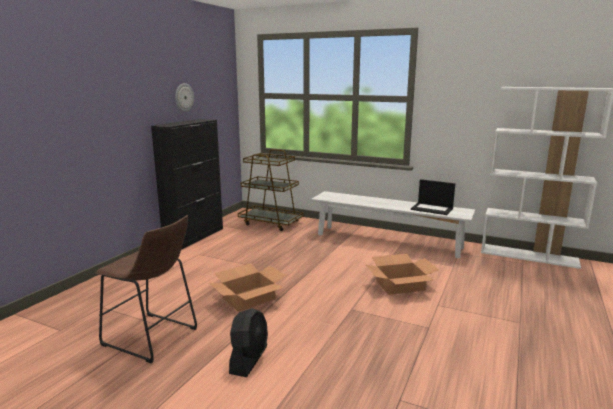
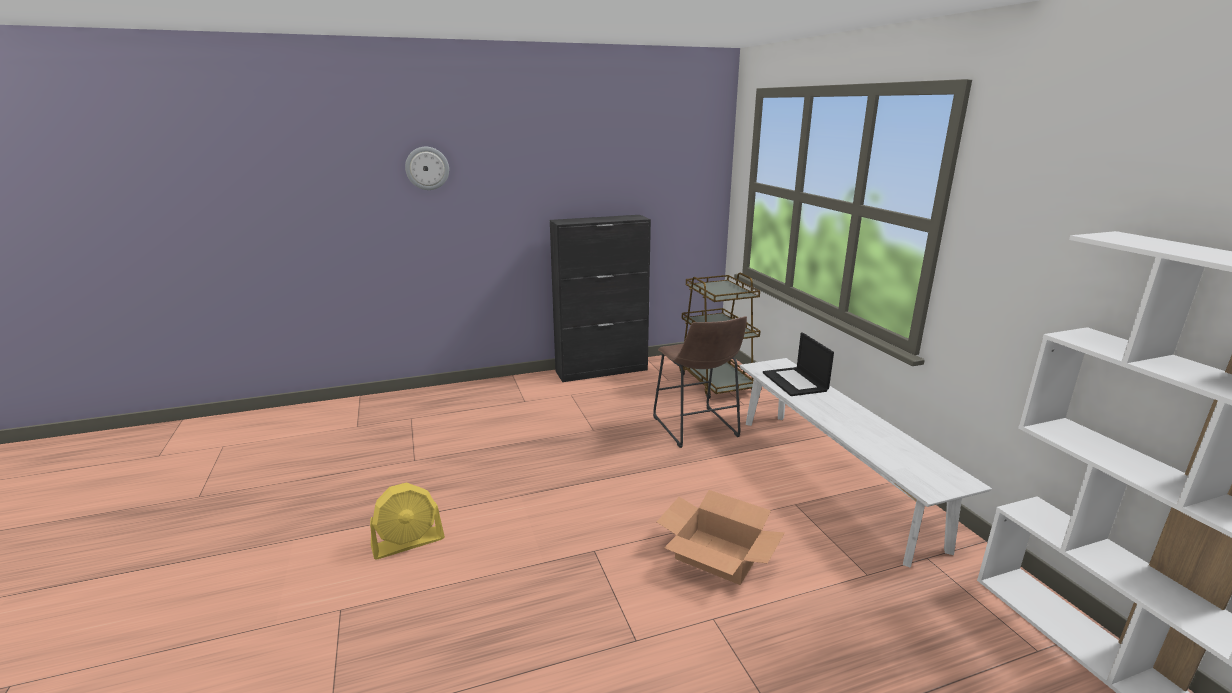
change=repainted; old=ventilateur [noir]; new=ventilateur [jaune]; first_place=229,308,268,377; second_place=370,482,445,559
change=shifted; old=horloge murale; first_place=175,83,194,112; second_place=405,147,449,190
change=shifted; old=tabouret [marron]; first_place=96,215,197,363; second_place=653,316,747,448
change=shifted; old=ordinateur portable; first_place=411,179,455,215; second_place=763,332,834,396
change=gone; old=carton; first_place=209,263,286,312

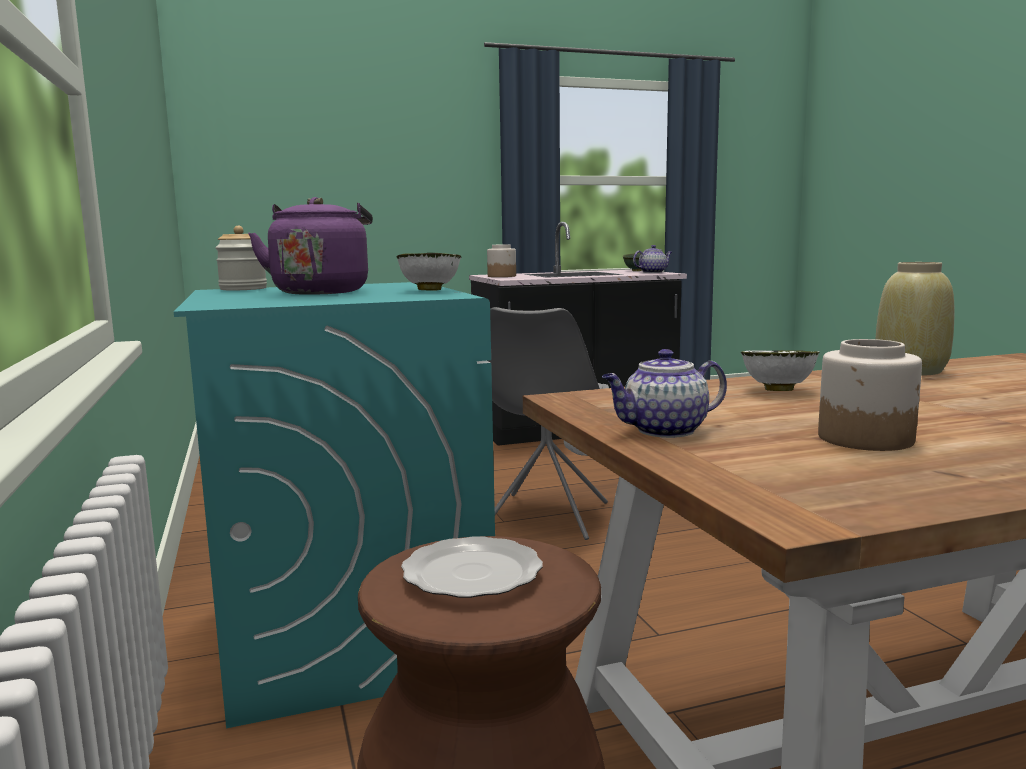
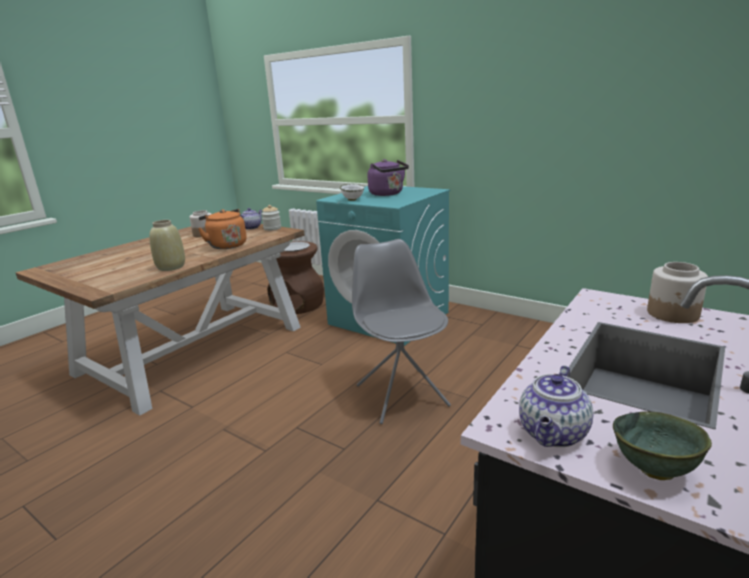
change=swapped; old=bol [blanc]; new=bouilloire [orange]; first_place=741,350,820,391; second_place=198,209,247,249
change=shifted; old=bocal; first_place=215,226,267,290; second_place=261,205,281,231

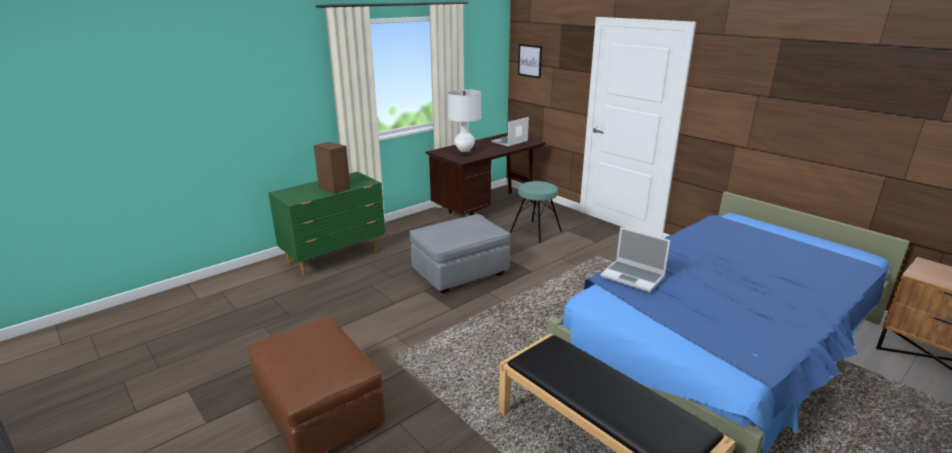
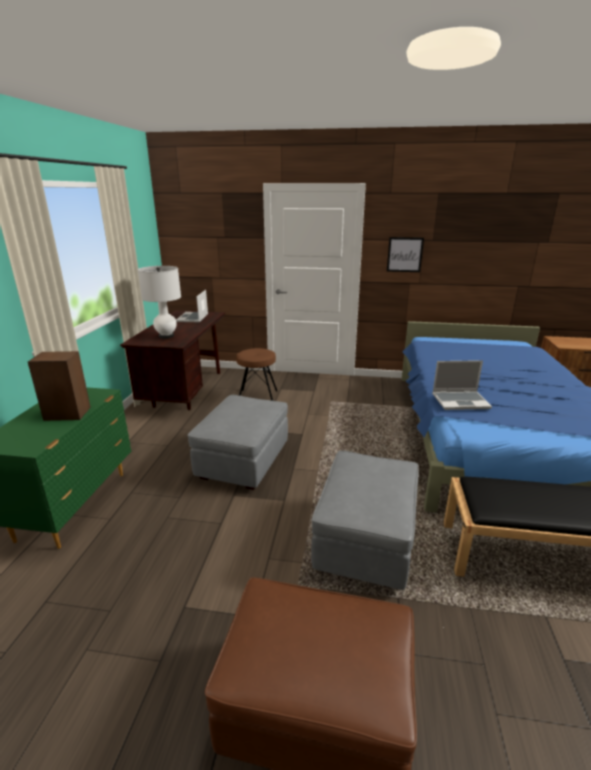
change=repainted; old=tabouret [turquoise]; new=tabouret [marron]; first_place=510,181,562,243; second_place=236,348,277,401
change=new; new=pouf [gris]; second_place=311,450,419,590
change=shifted; old=tableau; first_place=518,44,542,79; second_place=387,237,424,272

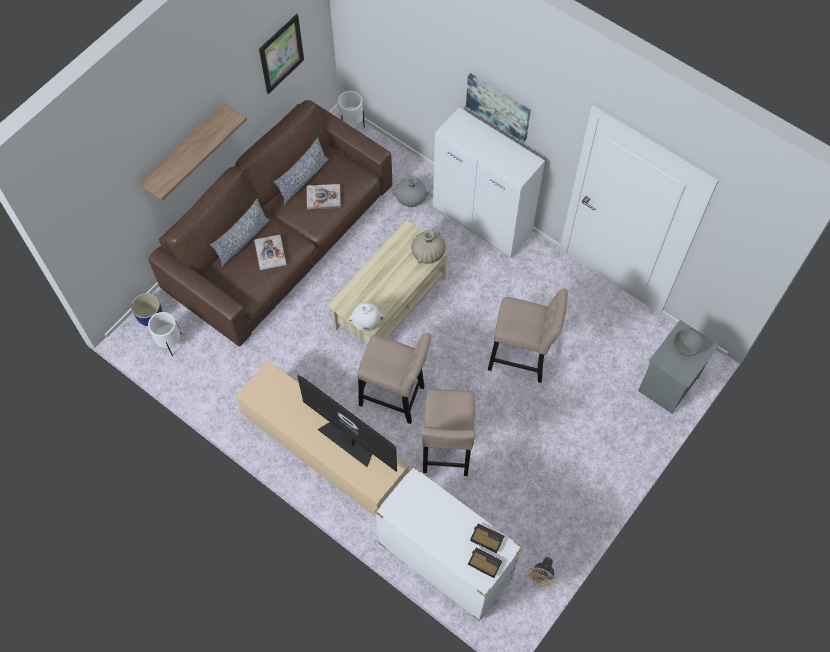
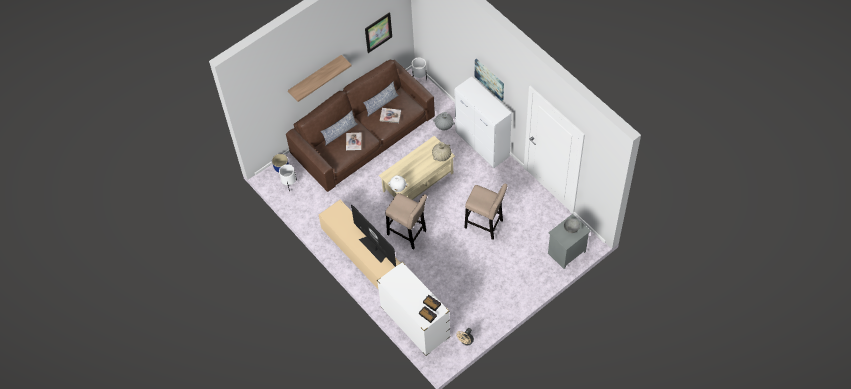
change=gone; old=tabouret [beige]; first_place=421,389,476,476

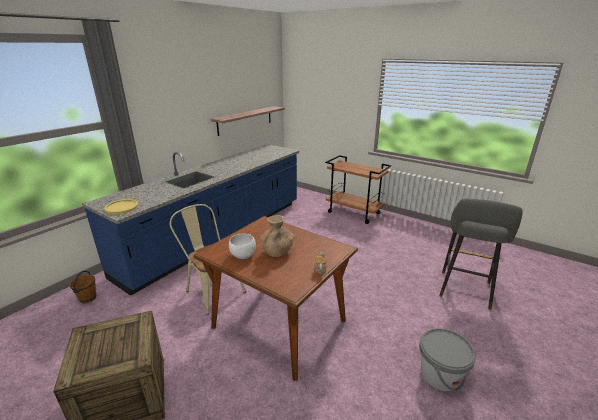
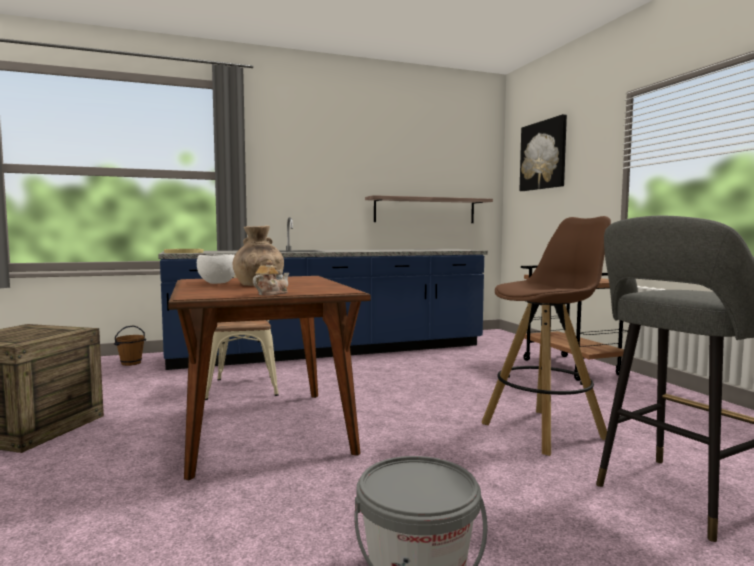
change=new; new=tabouret [marron]; second_place=482,216,611,456
change=new; new=tableau; second_place=519,114,567,191

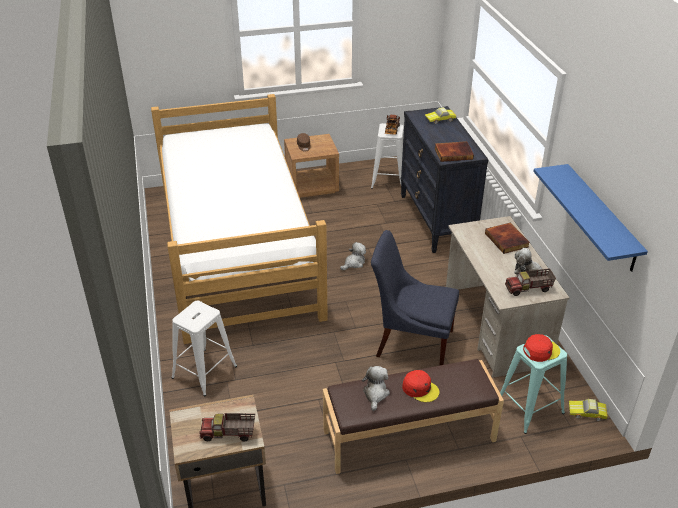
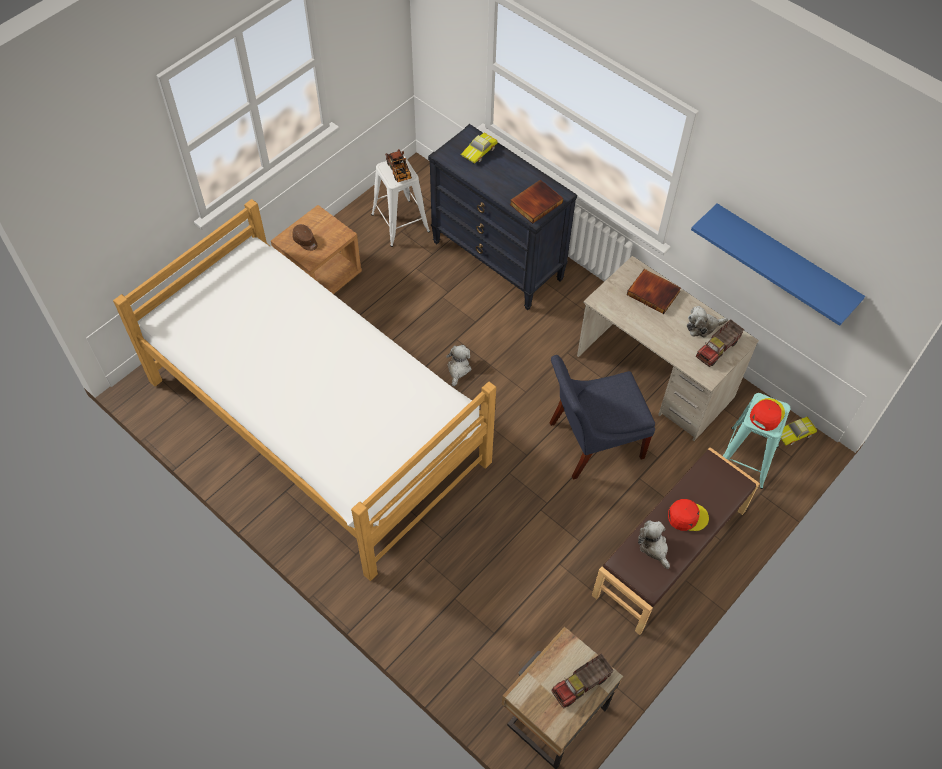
change=gone; old=tabouret [blanc]; first_place=171,301,237,396

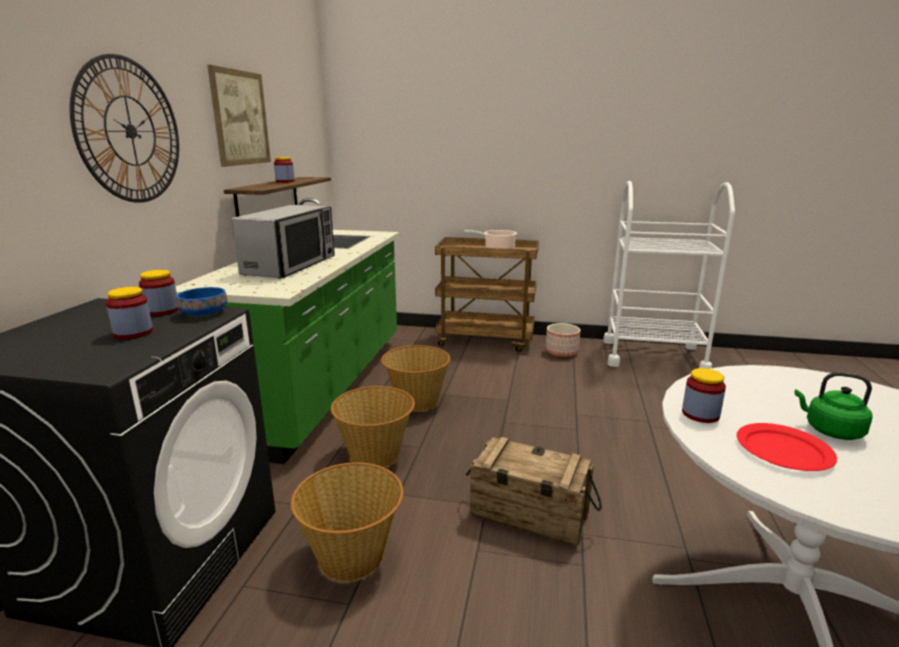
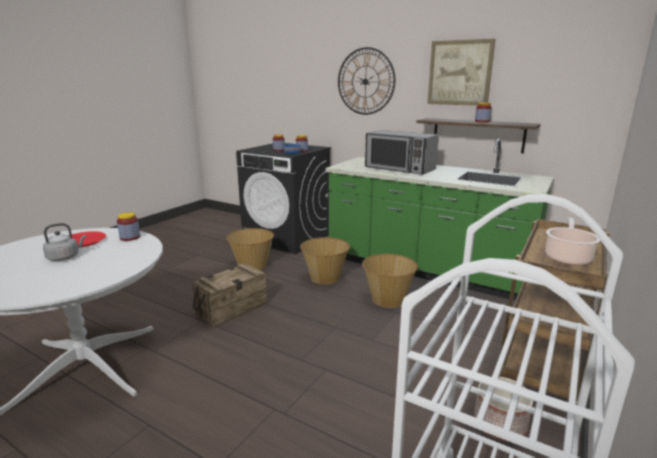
change=repainted; old=bouilloire [vert]; new=bouilloire [gris]; first_place=795,372,872,440; second_place=43,223,86,261

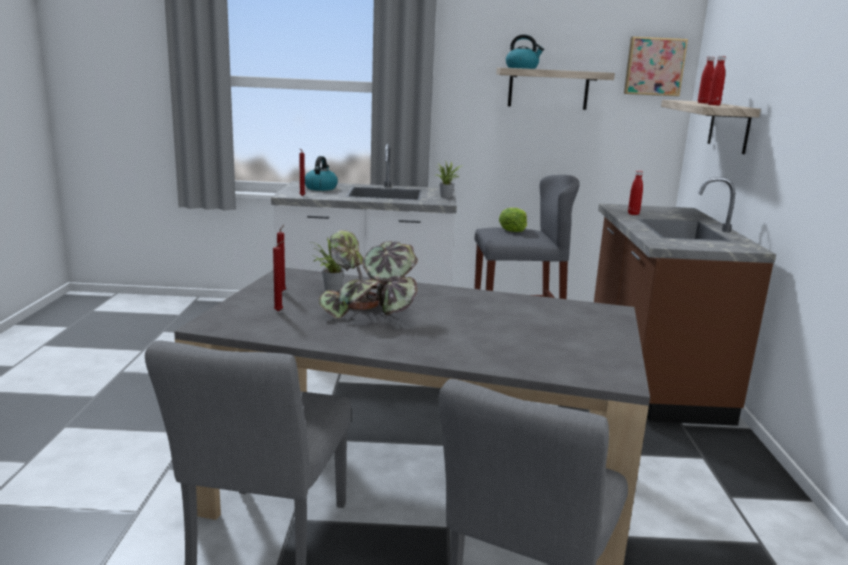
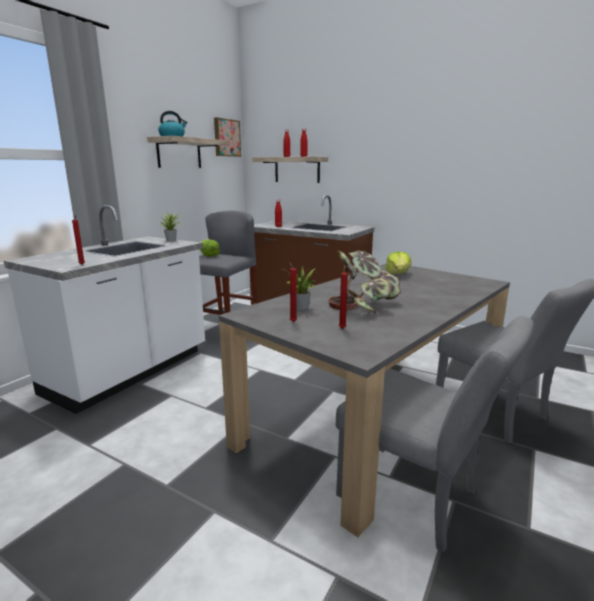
change=new; new=laitue; second_place=385,251,411,274
change=gone; old=bouilloire; first_place=305,156,338,191

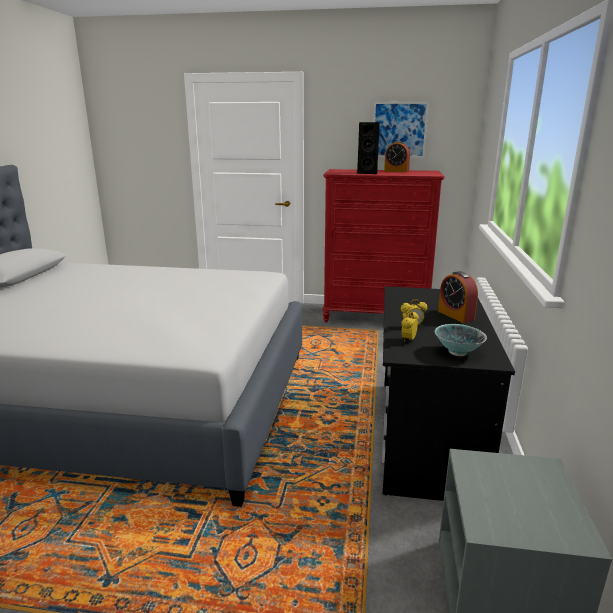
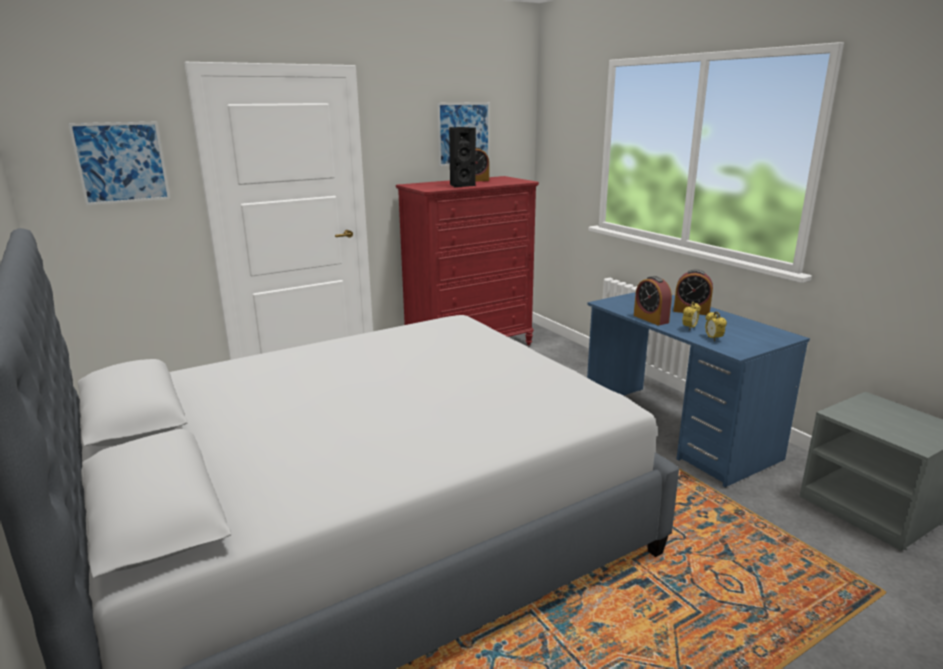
change=new; new=tableau; second_place=68,122,171,206
change=repainted; old=bureau [noir]; new=bureau [bleu]; first_place=382,286,515,501; second_place=587,292,810,487
change=new; new=réveil; second_place=634,276,672,326
change=gone; old=bol; first_place=435,324,487,356

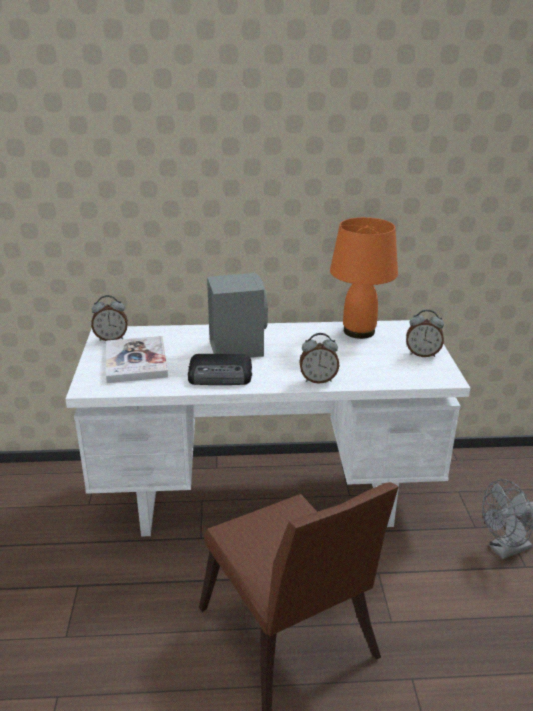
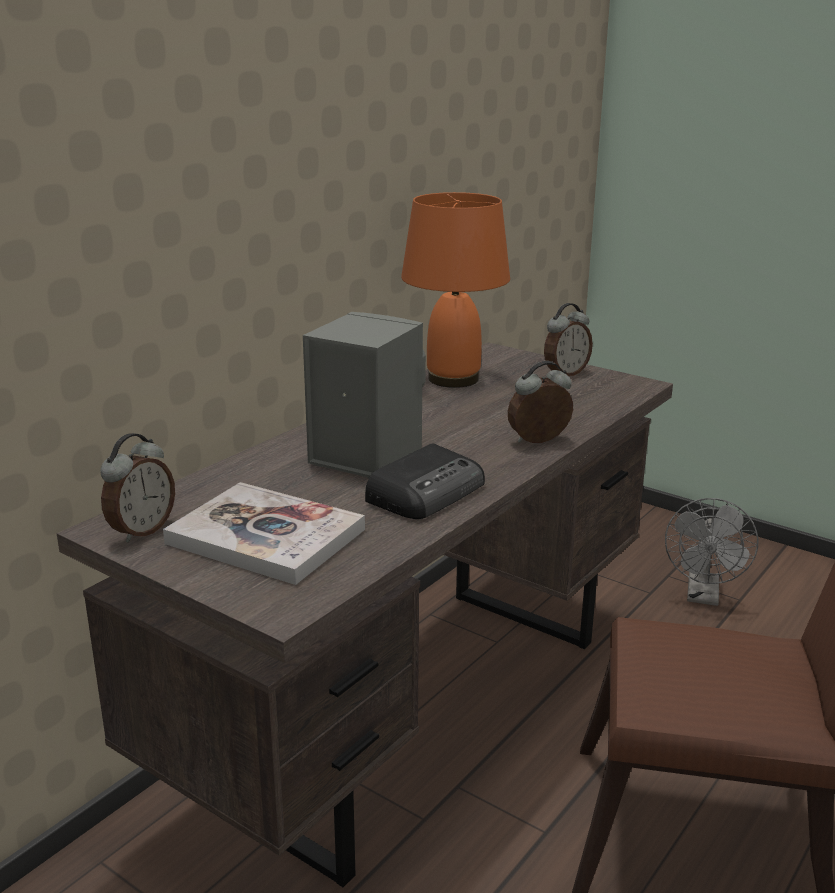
change=repainted; old=bureau [blanc]; new=bureau [marron]; first_place=66,320,470,537; second_place=57,342,673,887
change=rotated; old=réveil; first_place=299,333,339,384; second_place=508,361,573,443; degrees=-150

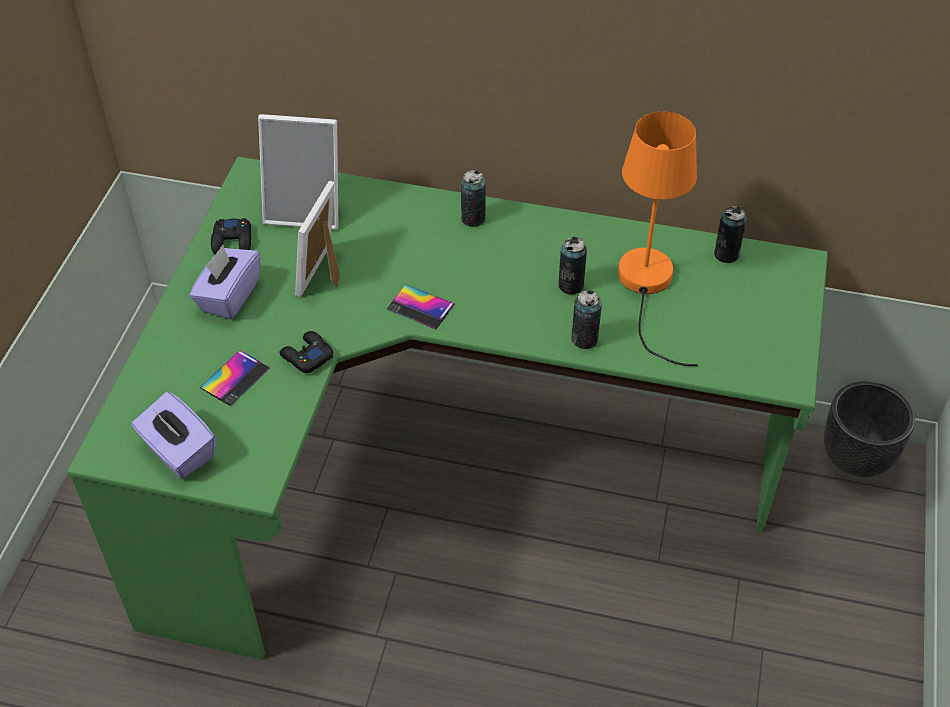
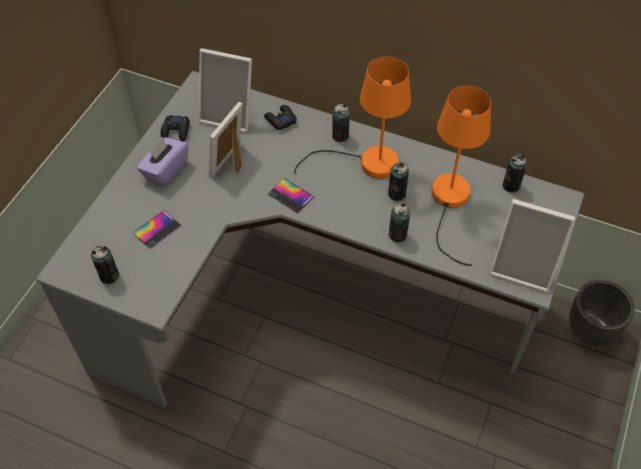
change=repainted; old=bureau [vert]; new=bureau [gris]; first_place=67,157,828,660; second_place=36,71,585,408
change=swapped; old=boîte à mouchoirs [violet]; new=boîte métallique; first_place=132,392,216,479; second_place=91,245,119,284
change=shifted; old=manette [noir]; first_place=279,331,333,373; second_place=264,105,297,130
change=new; new=lampe de table [orange]; second_place=294,57,411,179
change=new; new=cadre photo; second_place=490,199,575,292

